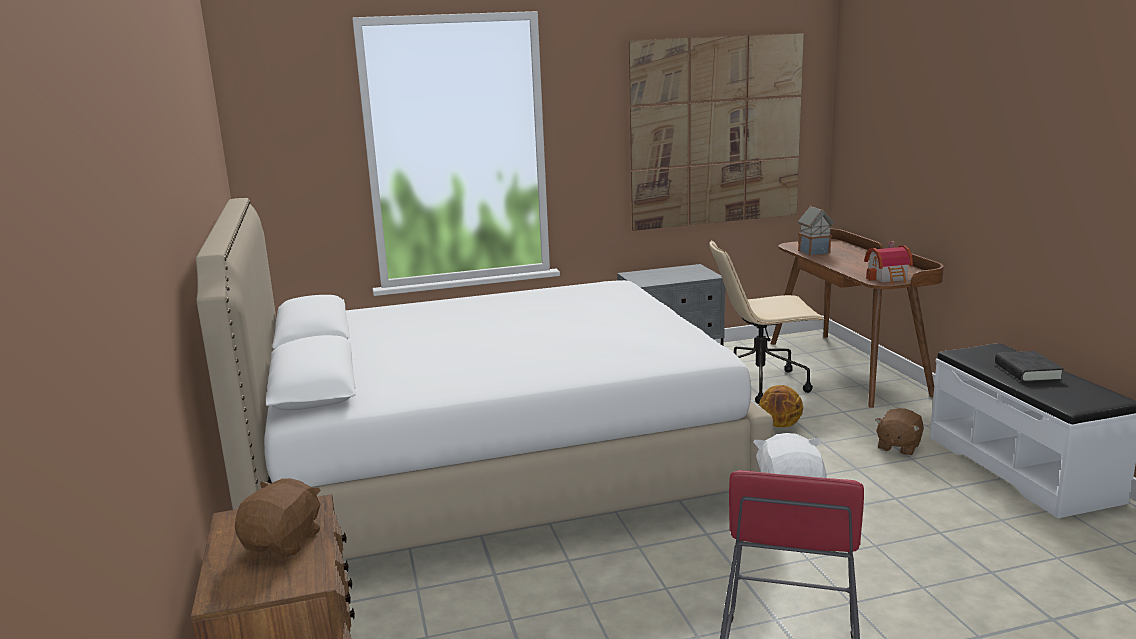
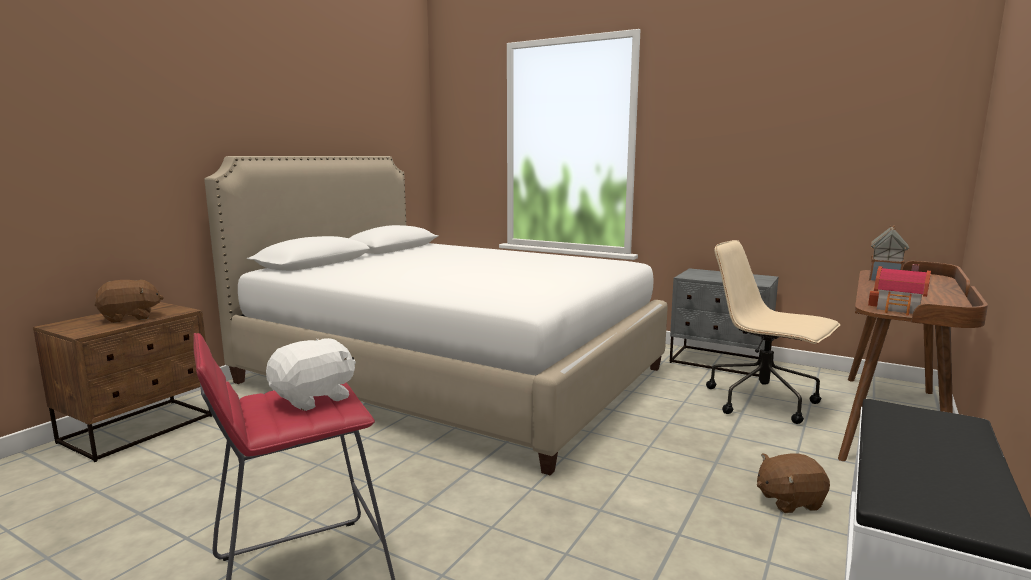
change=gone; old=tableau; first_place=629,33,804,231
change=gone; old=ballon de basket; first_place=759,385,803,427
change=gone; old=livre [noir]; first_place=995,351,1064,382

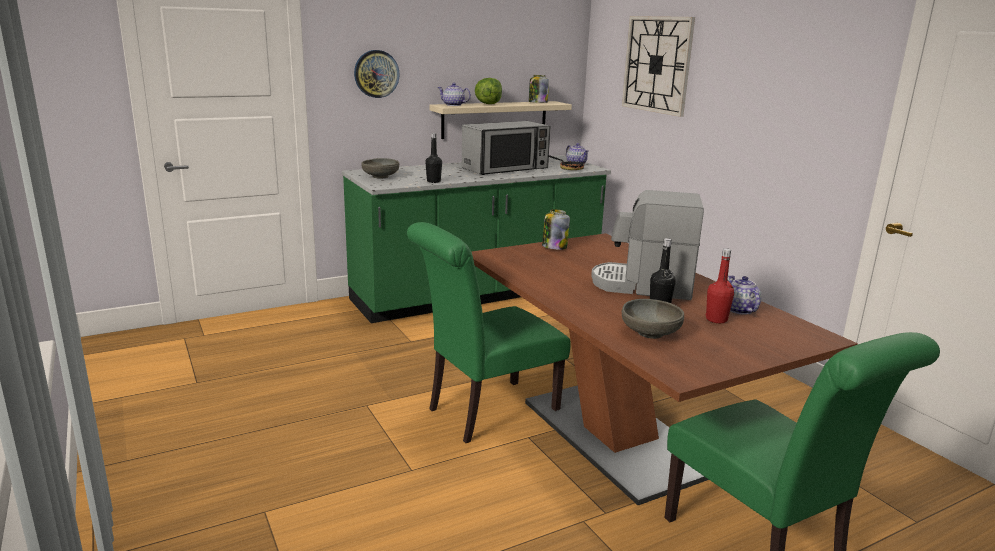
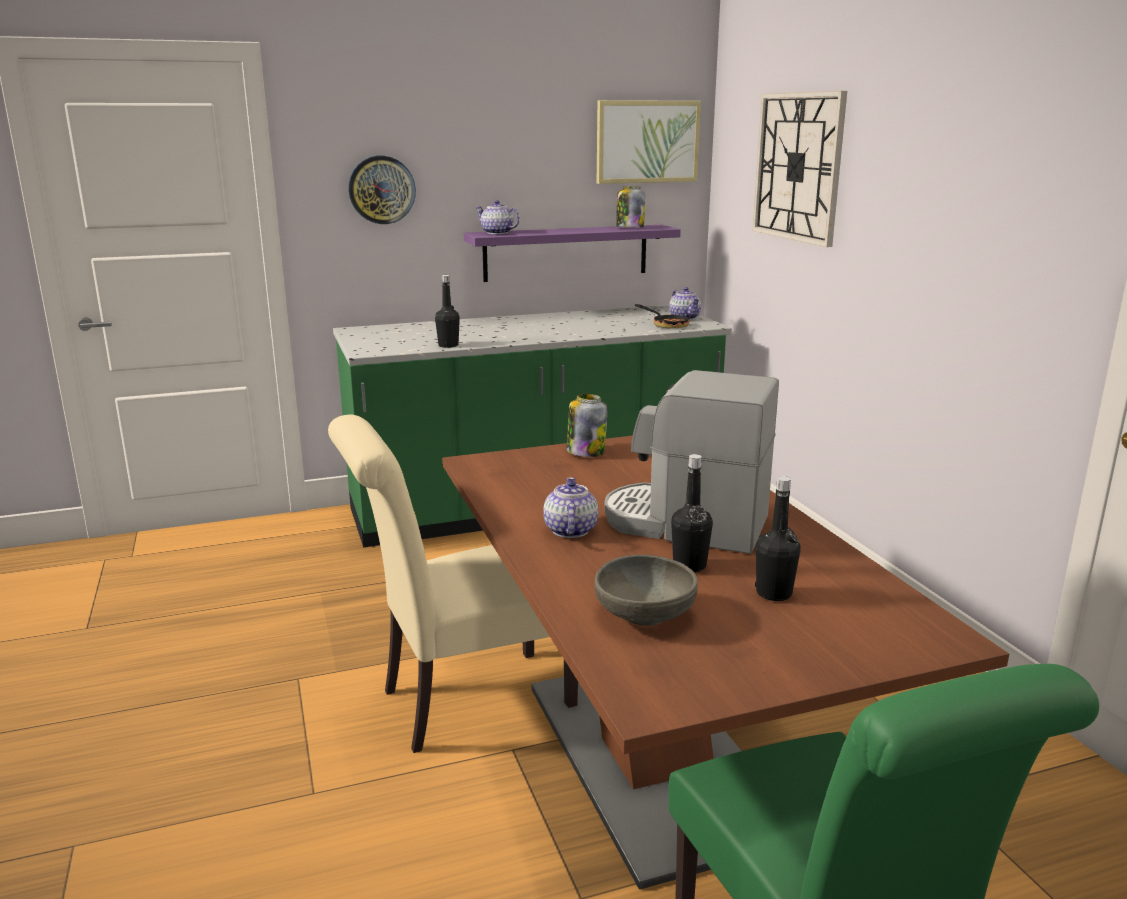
change=repainted; old=chaise [vert]; new=chaise [beige]; first_place=407,222,571,443; second_place=328,415,578,753
change=repainted; old=étagère [beige]; new=étagère [violet]; first_place=429,101,572,139; second_place=464,225,681,282
change=shifted; old=théière; first_place=728,275,762,315; second_place=543,477,598,538
change=new; new=tableau; second_place=597,100,701,184
change=repainted; old=bouteille [rouge]; new=bouteille [noir]; first_place=706,248,734,323; second_place=755,476,801,601
change=gone; old=bol [gris]; first_place=361,158,399,179
change=gone; old=micro-ondes; first_place=462,121,550,175
change=gone; old=laitue; first_place=475,78,502,104

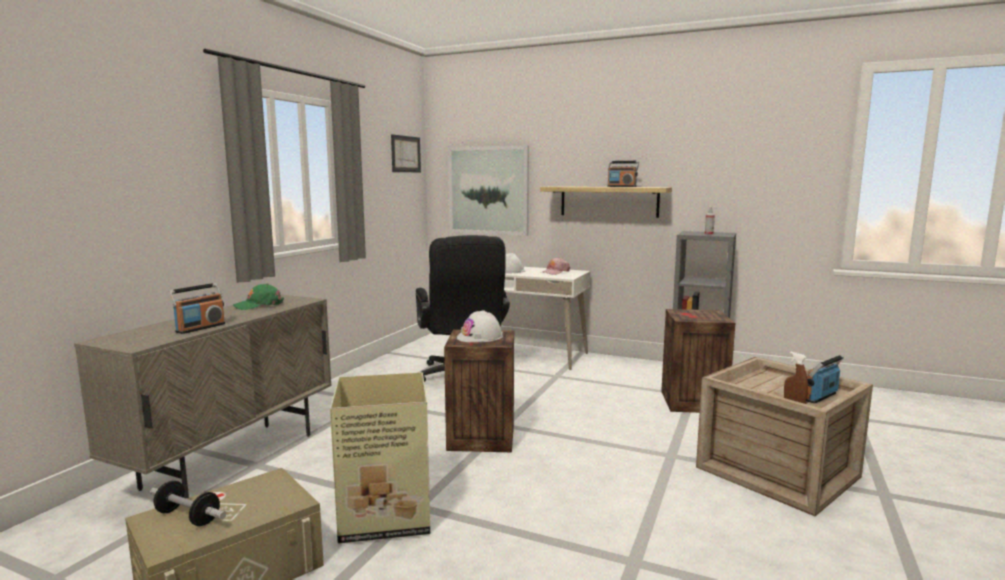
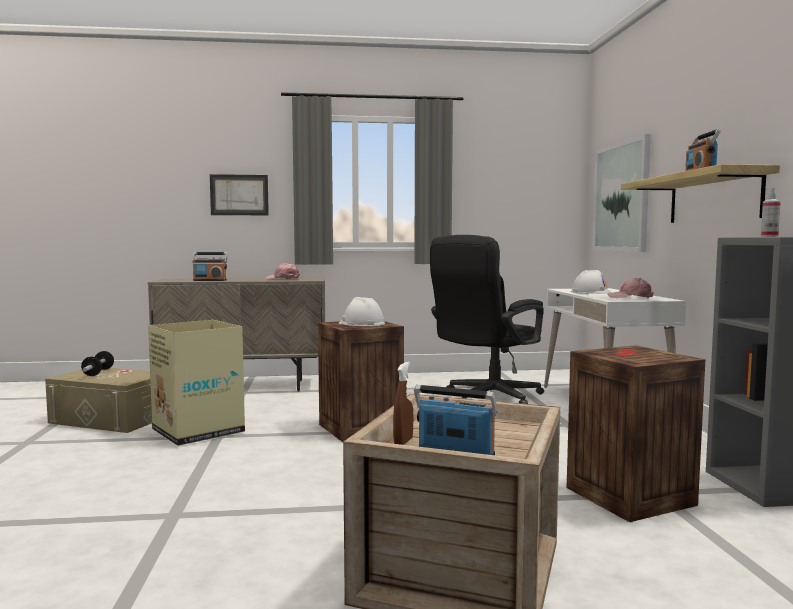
change=shifted; old=tableau; first_place=391,134,421,172; second_place=210,174,269,215
change=repainted; old=casquette [vert]; new=casquette [rose]; first_place=233,284,284,310; second_place=266,263,300,279

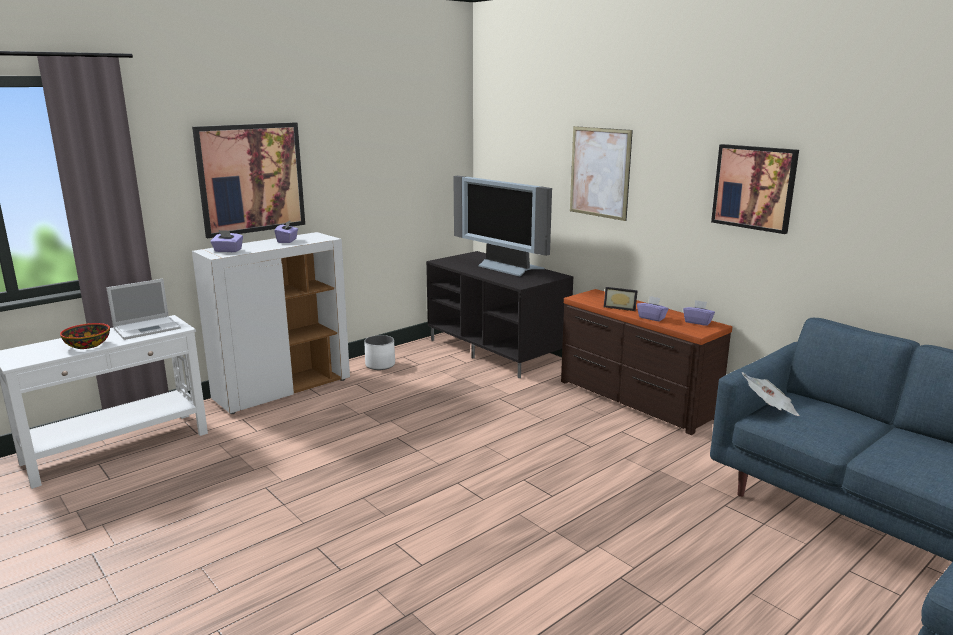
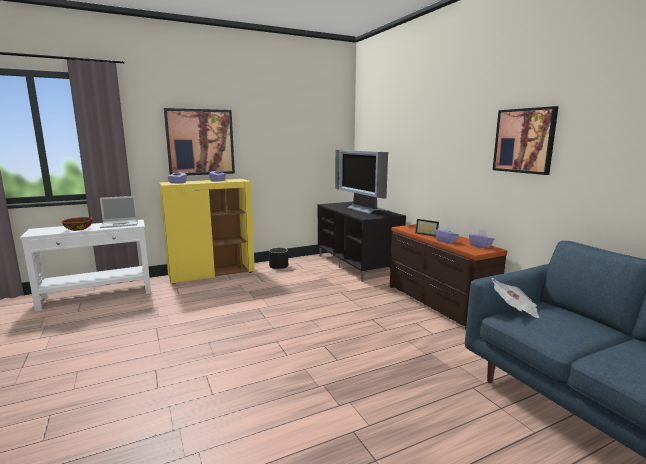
change=repainted; old=meuble de rangement [blanc]; new=meuble de rangement [jaune]; first_place=192,232,350,414; second_place=159,179,255,285
change=repainted; old=cache-pot [blanc]; new=cache-pot [noir]; first_place=364,335,395,370; second_place=269,248,288,269
change=gone; old=tableau; first_place=570,126,633,221

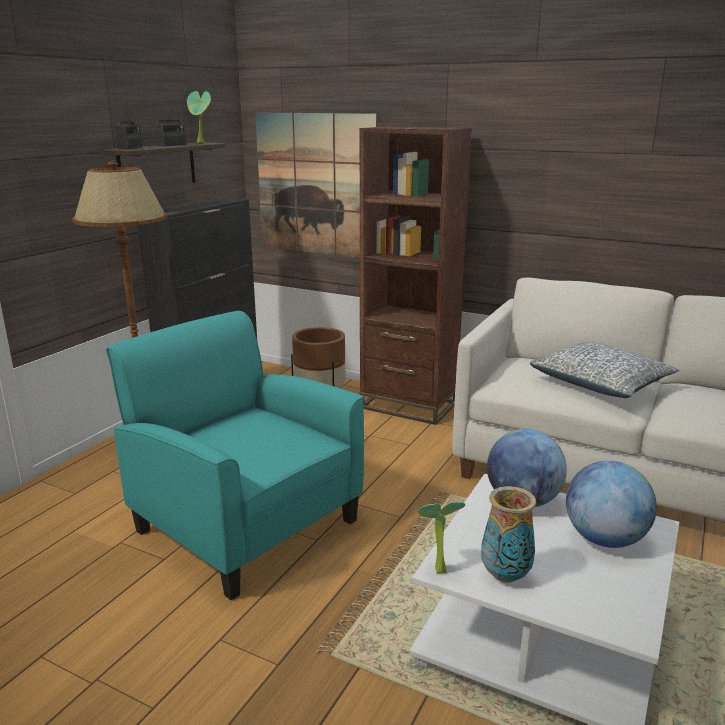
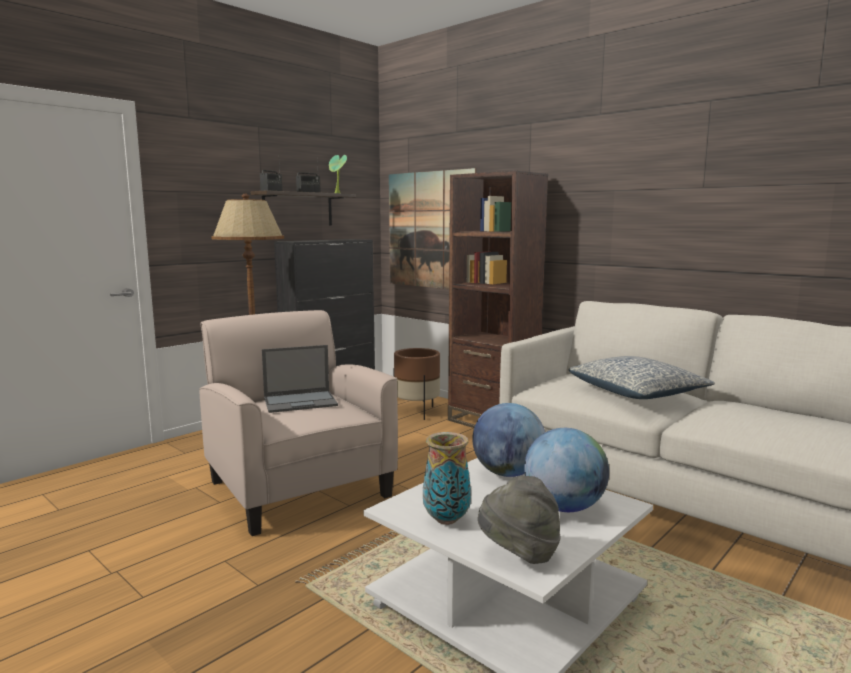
change=repainted; old=fauteuil [turquoise]; new=fauteuil [beige]; first_place=106,311,364,600; second_place=199,310,398,536
change=new; new=ordinateur portable; second_place=262,345,338,413
change=new; new=chapeau [gris]; second_place=478,476,561,564
change=gone; old=plante en pot; first_place=418,502,465,574

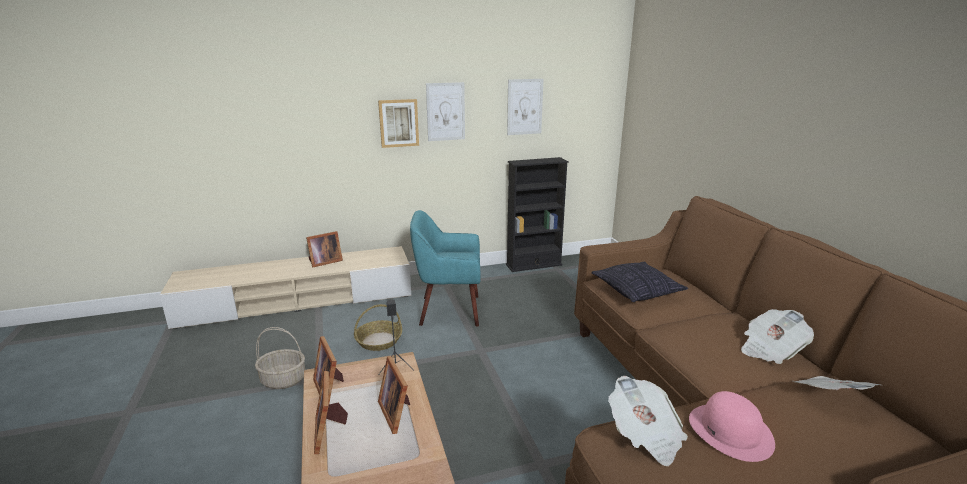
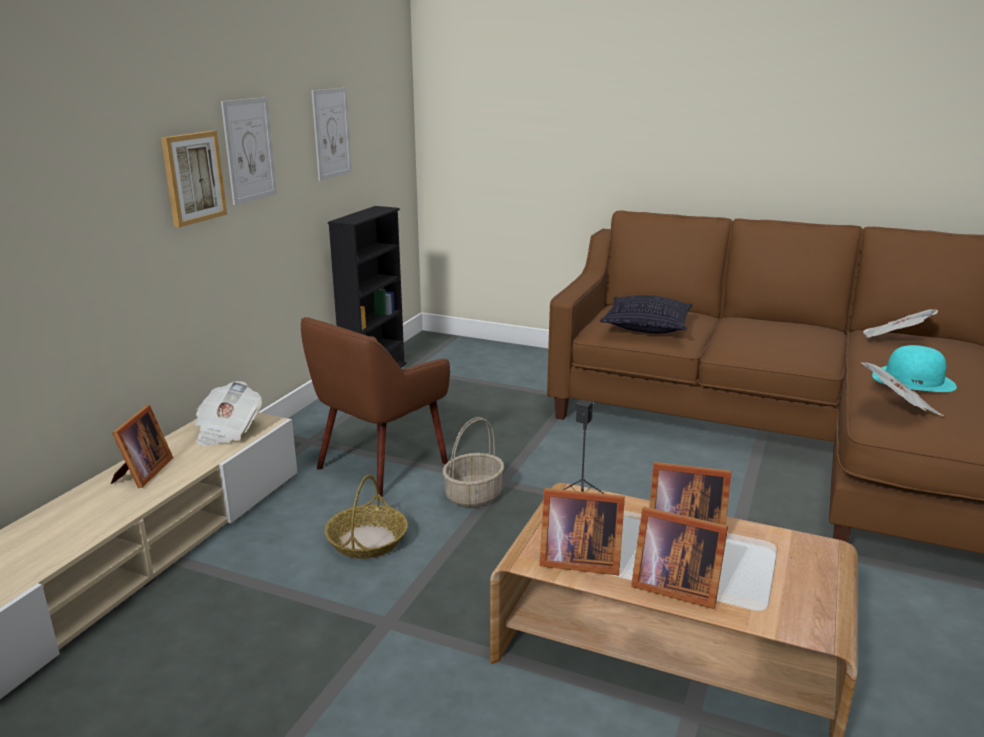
change=shifted; old=journal; first_place=741,309,814,364; second_place=194,381,262,446
change=repainted; old=fauteuil [turquoise]; new=fauteuil [marron]; first_place=410,210,481,326; second_place=301,317,450,497
change=shifted; old=panier; first_place=255,327,305,389; second_place=442,417,504,507
change=repainted; old=chapeau [rose]; new=chapeau [turquoise]; first_place=689,391,775,462; second_place=872,345,957,392

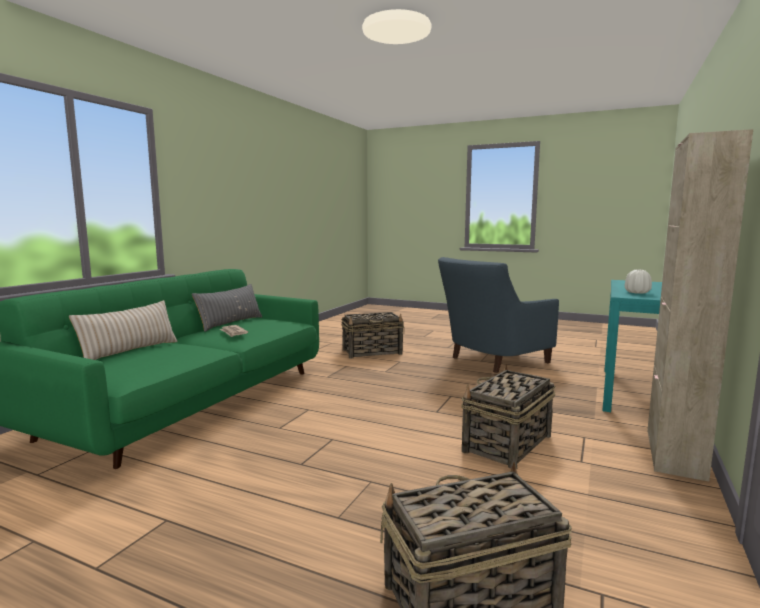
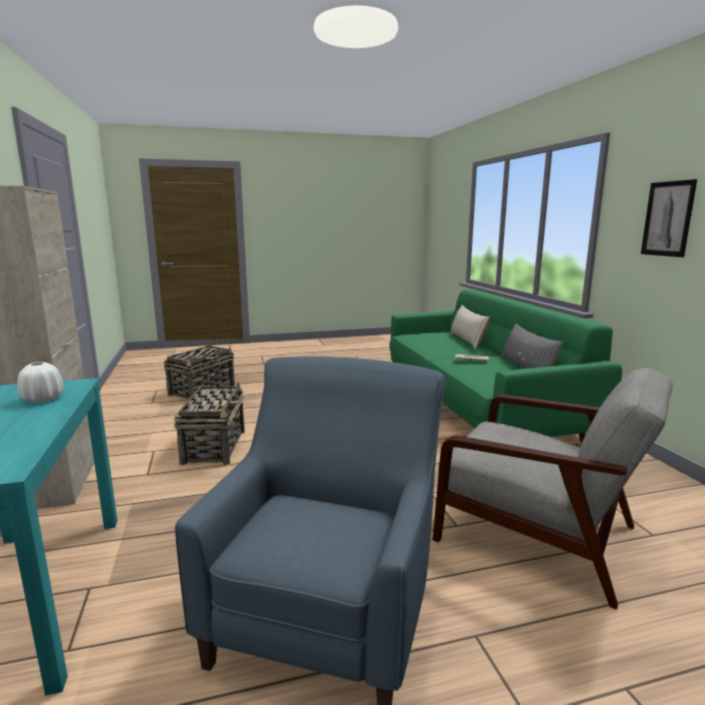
change=swapped; old=panier; new=fauteuil [gris]; first_place=341,312,404,358; second_place=433,368,673,610
change=new; new=tableau; second_place=641,179,697,257

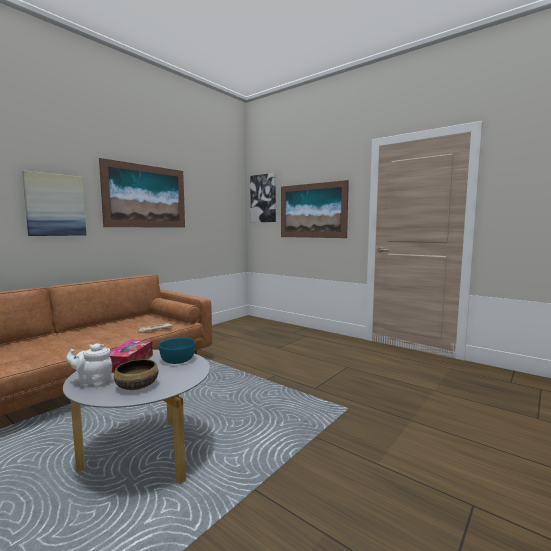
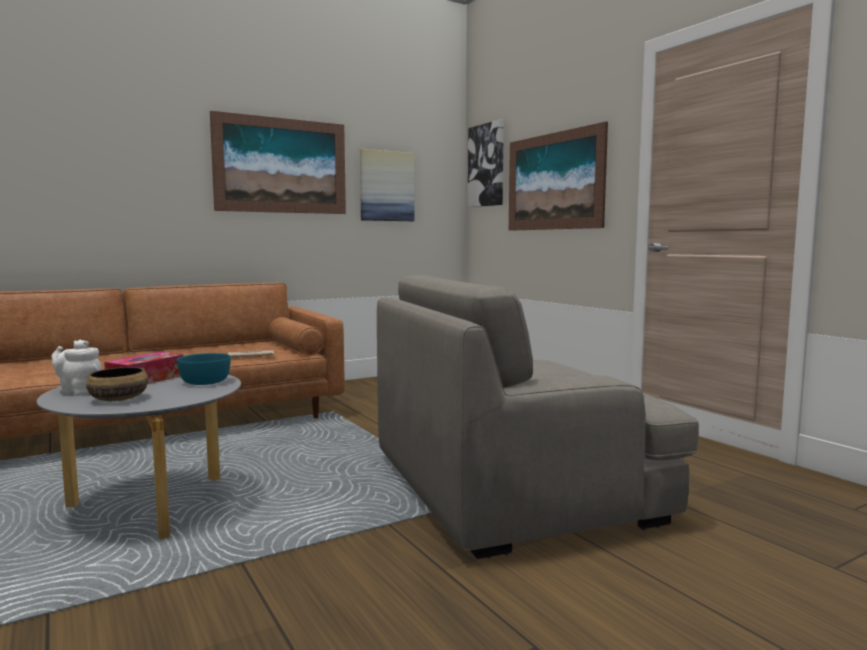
change=shifted; old=tableau; first_place=22,170,86,236; second_place=360,149,415,221
change=new; new=fauteuil [gris]; second_place=377,275,699,559

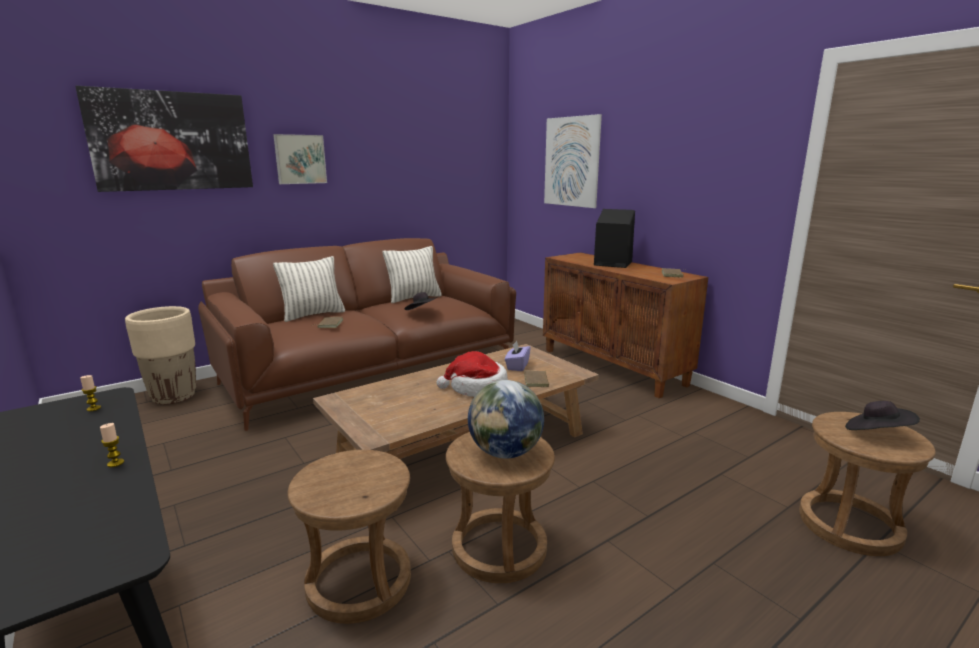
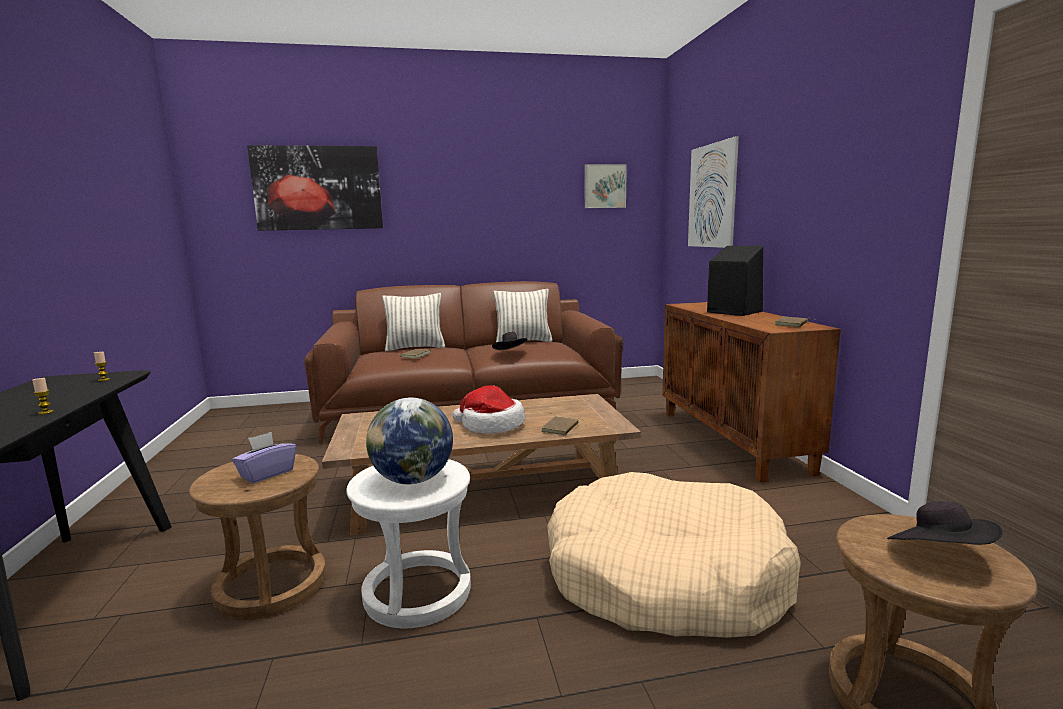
change=shifted; old=boîte à mouchoirs [violet]; first_place=505,341,531,371; second_place=232,432,296,484
change=repainted; old=tabouret [marron]; new=tabouret [blanc]; first_place=446,432,555,583; second_place=346,459,471,628
change=new; new=panier pour chien [beige]; second_place=547,472,801,638
change=shifted; old=tableau; first_place=273,134,327,184; second_place=585,164,627,208
change=gone; old=cache-pot [beige]; first_place=125,306,196,404

